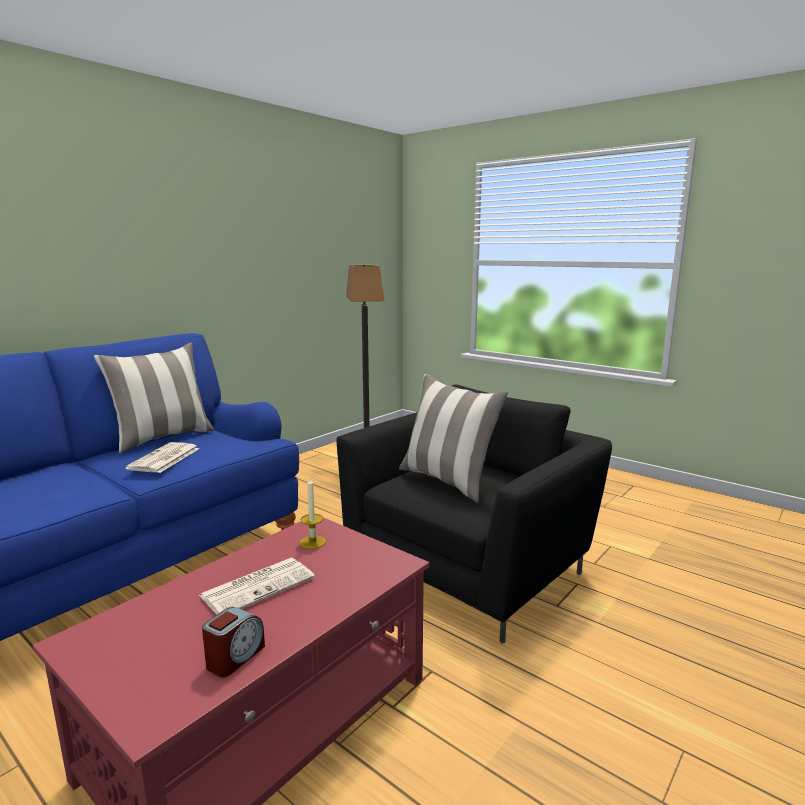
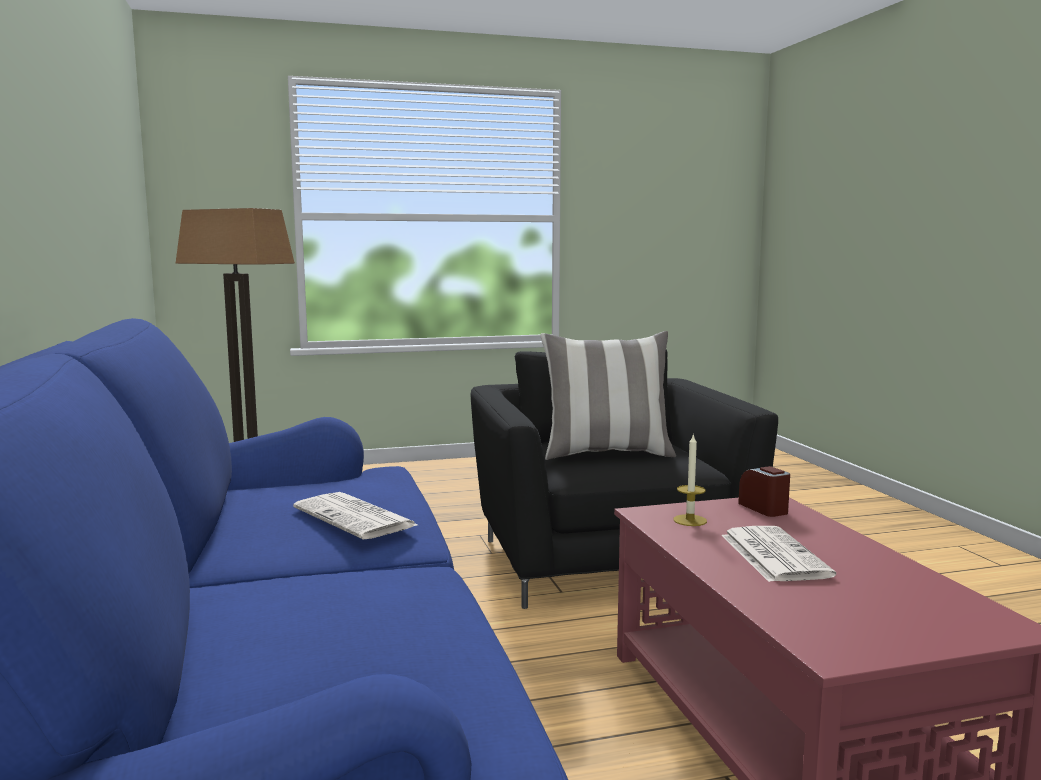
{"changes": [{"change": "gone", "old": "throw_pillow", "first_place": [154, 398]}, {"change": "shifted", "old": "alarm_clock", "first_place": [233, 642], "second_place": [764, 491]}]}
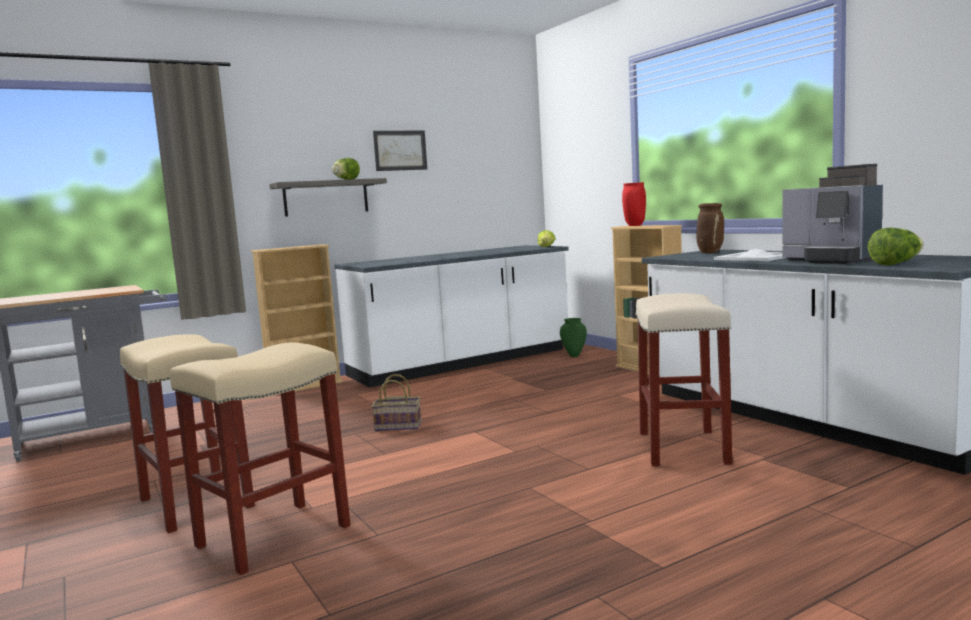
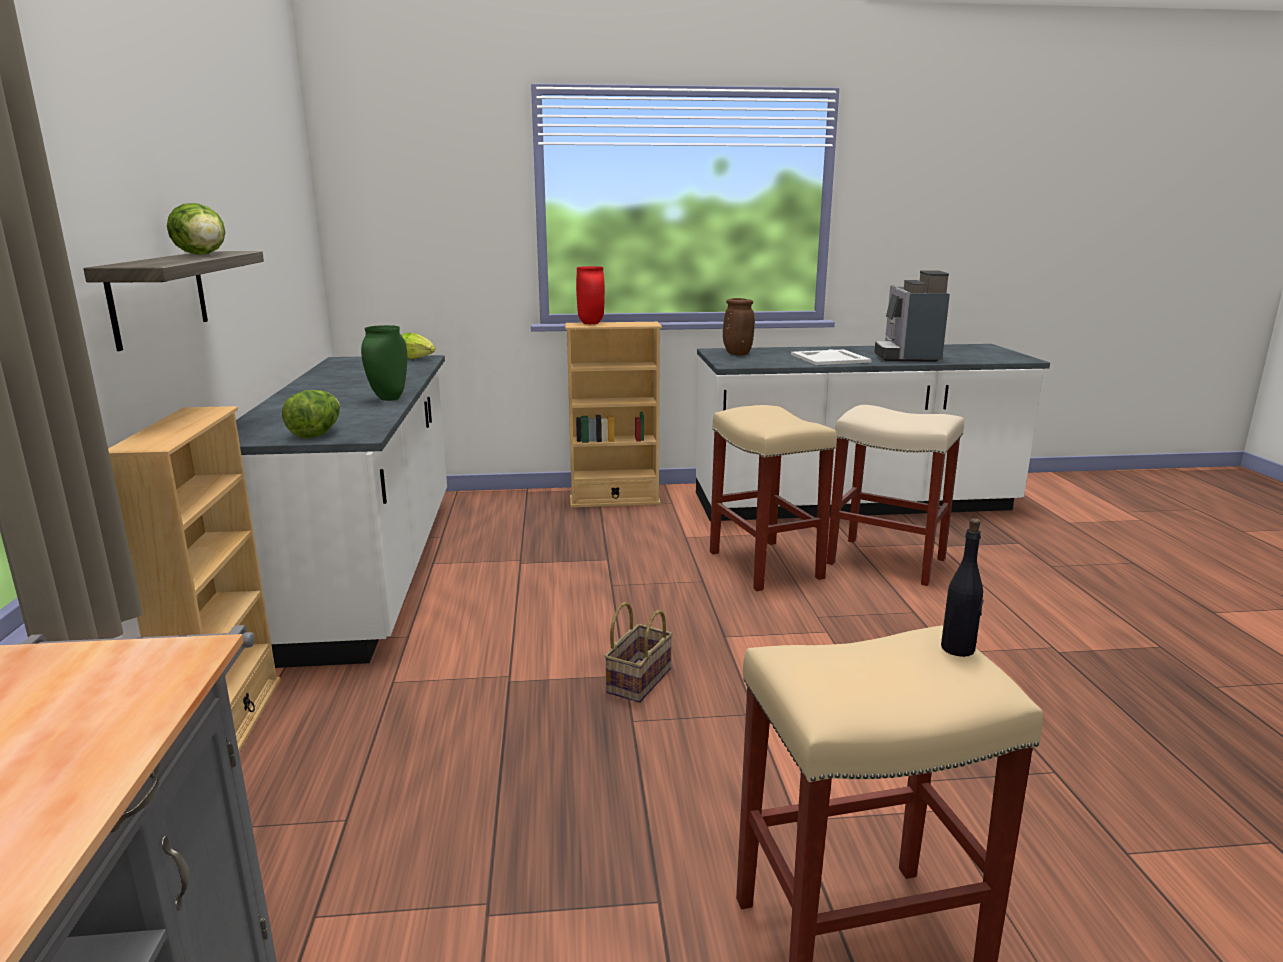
{"changes": [{"change": "gone", "old": "wall_art", "first_place": [400, 151]}, {"change": "rotated", "old": "coffee_machine", "first_place": [832, 214], "second_place": [912, 316], "degrees": 105}, {"change": "shifted", "old": "head_of_lettuce", "first_place": [895, 246], "second_place": [311, 414]}, {"change": "shifted", "old": "green_vase", "first_place": [573, 337], "second_place": [384, 363]}, {"change": "shifted", "old": "beige-coloured_sitting_stool", "first_place": [260, 458], "second_place": [773, 498]}, {"change": "new", "new": "black-coloured_drink_bottle", "second_place": [962, 587]}]}
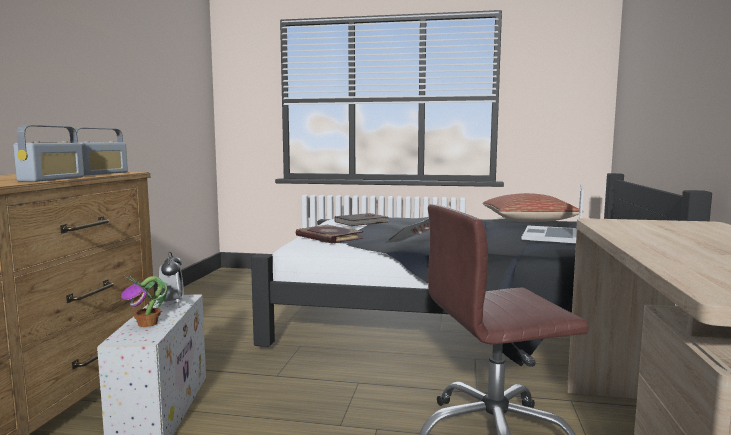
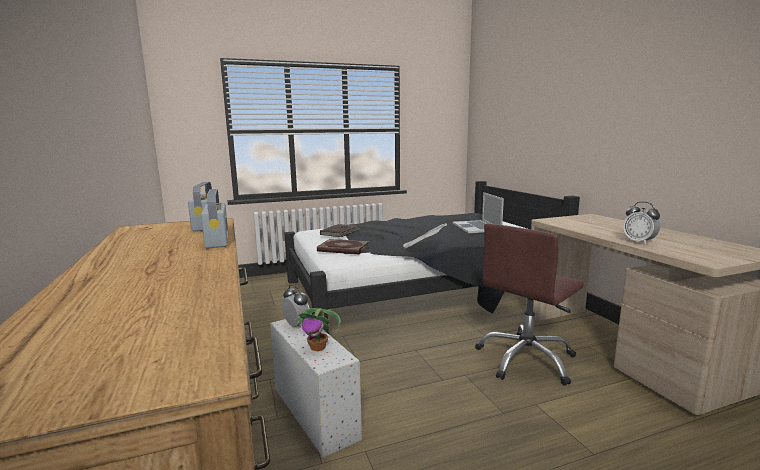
{"changes": [{"change": "gone", "old": "throw_pillow", "first_place": [533, 207]}, {"change": "new", "new": "alarm_clock", "second_place": [641, 223]}]}
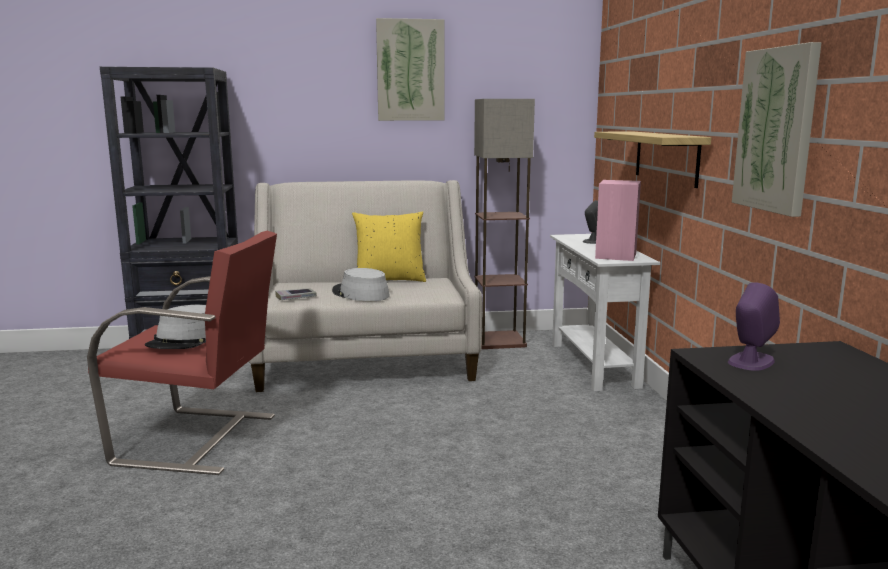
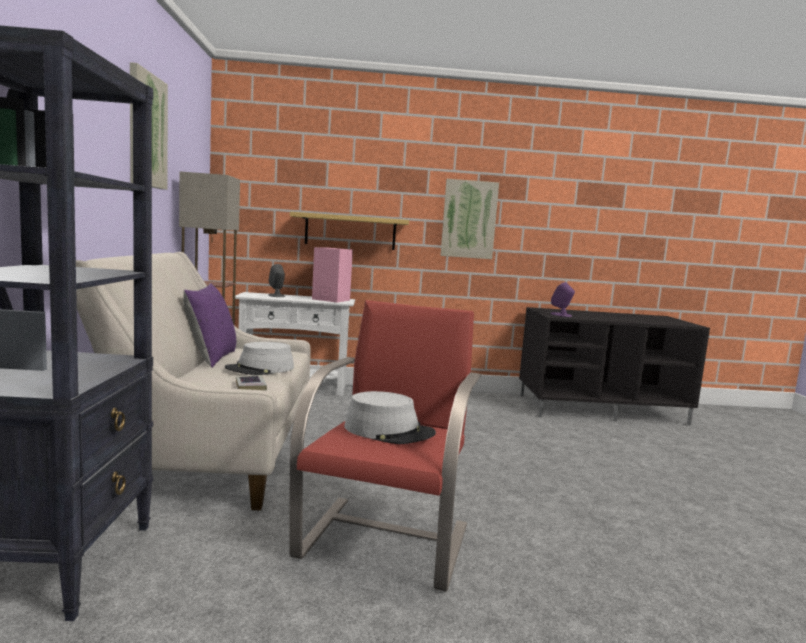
{"changes": [{"change": "repainted", "old": "yellow-coloured_throw_pillow", "new": "purple-coloured_throw_pillow", "first_place": [389, 246], "second_place": [209, 325]}]}
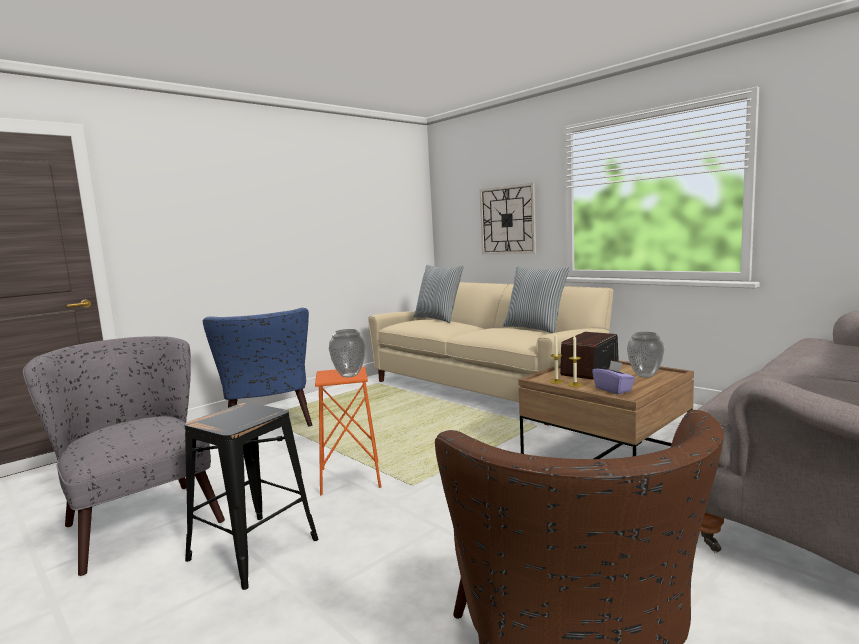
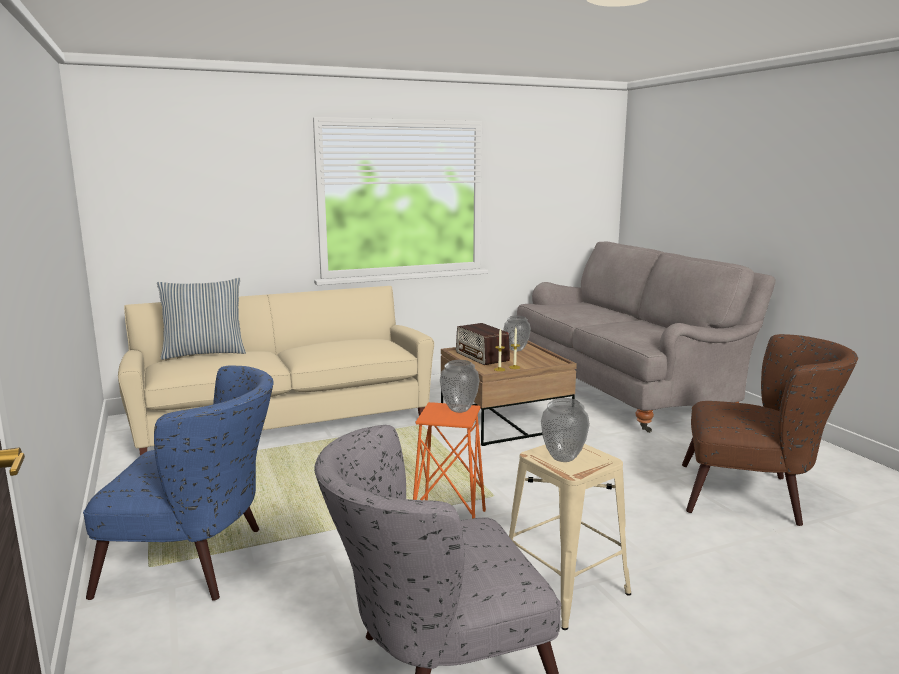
{"changes": [{"change": "gone", "old": "wall_clock", "first_place": [508, 218]}, {"change": "gone", "old": "throw_pillow", "first_place": [536, 299]}, {"change": "gone", "old": "purple-coloured_box_of_tissues", "first_place": [613, 377]}, {"change": "repainted", "old": "black-coloured_sitting_stool", "new": "beige-coloured_sitting_stool", "first_place": [251, 496], "second_place": [570, 537]}, {"change": "new", "new": "vase", "second_place": [565, 430]}]}
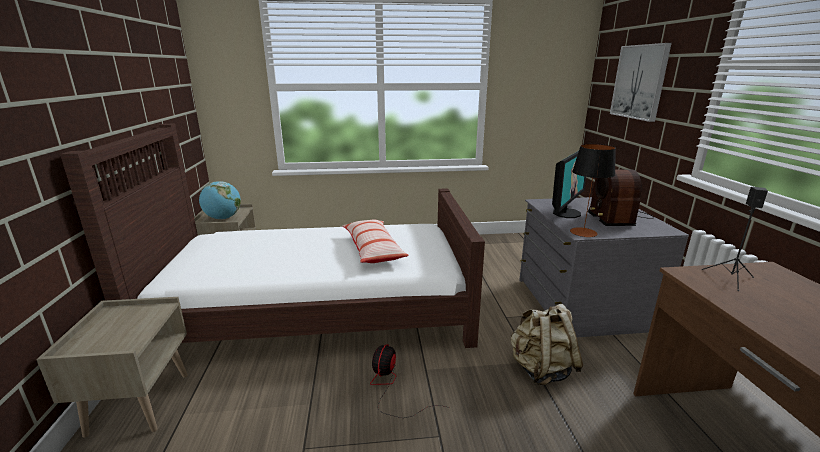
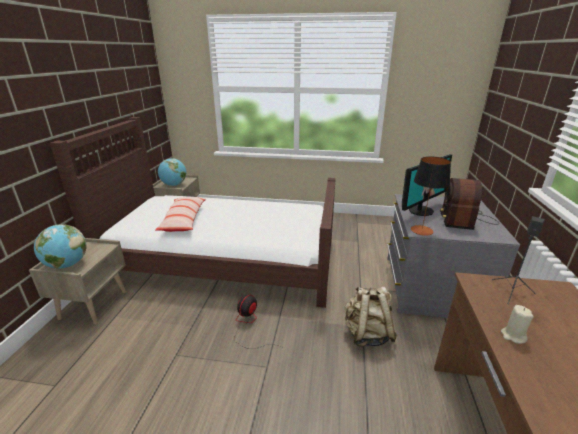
{"changes": [{"change": "gone", "old": "wall_art", "first_place": [641, 82]}, {"change": "shifted", "old": "throw_pillow", "first_place": [376, 241], "second_place": [180, 214]}, {"change": "new", "new": "desk_globe", "second_place": [60, 246]}, {"change": "new", "new": "beige-coloured_candle", "second_place": [517, 324]}]}
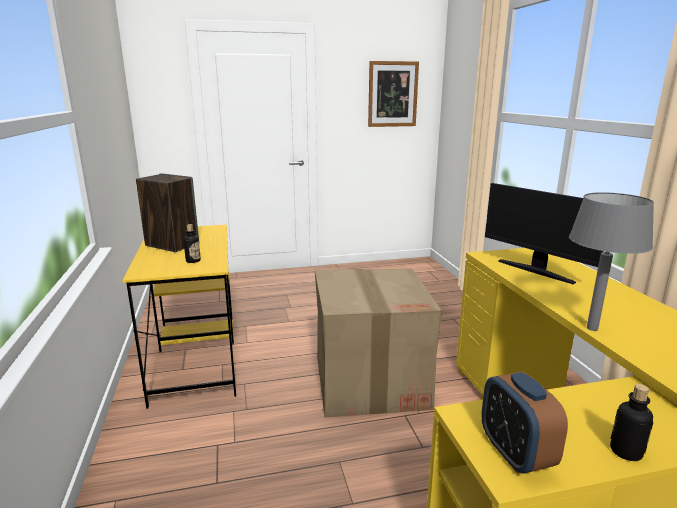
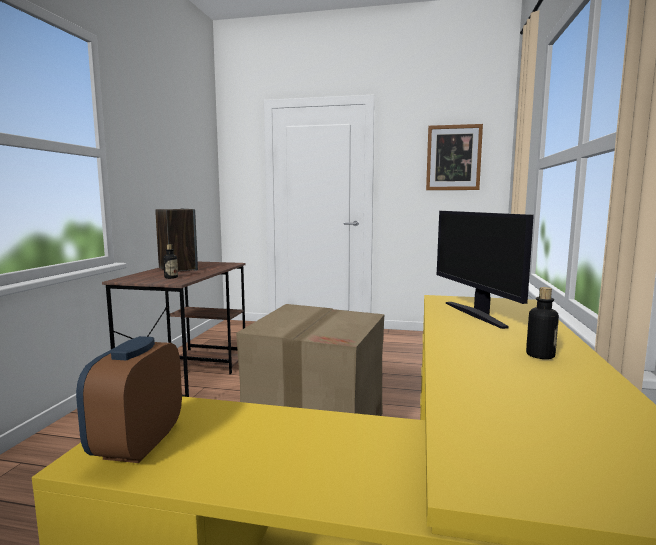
{"changes": [{"change": "gone", "old": "gray_table_lamp", "first_place": [611, 261]}, {"change": "repainted", "old": "yellow-coloured_desk_table", "new": "brown_desk_table", "first_place": [179, 317], "second_place": [174, 329]}, {"change": "shifted", "old": "drink_bottle", "first_place": [631, 422], "second_place": [542, 323]}]}
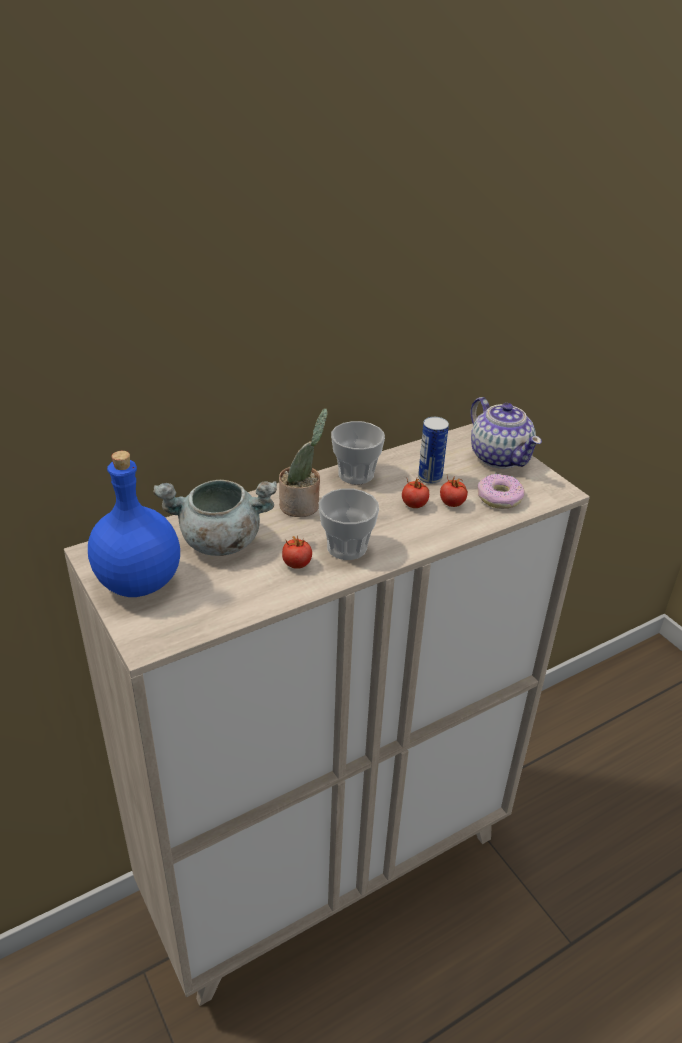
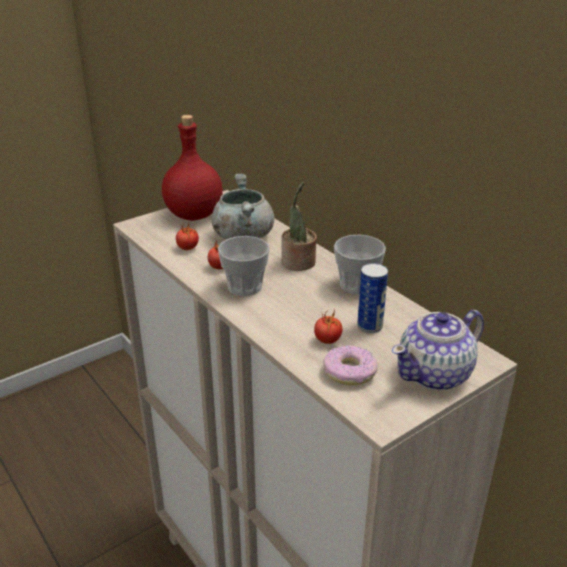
{"changes": [{"change": "repainted", "old": "blue_drink_bottle", "new": "reddish_drink_bottle", "first_place": [134, 524], "second_place": [192, 168]}, {"change": "shifted", "old": "tomato", "first_place": [415, 492], "second_place": [187, 236]}]}
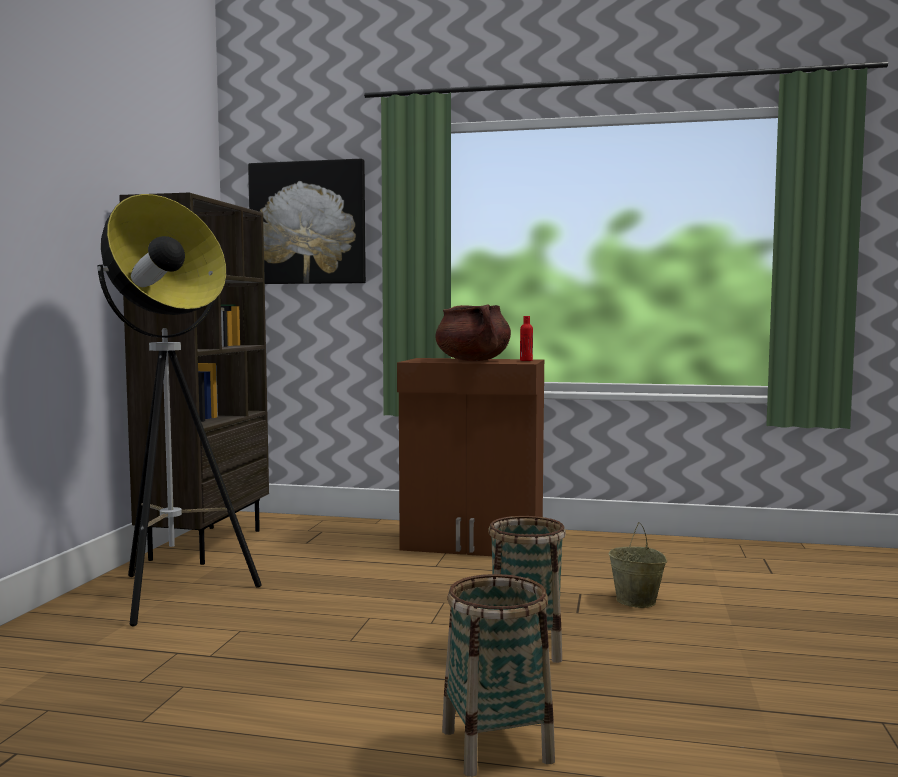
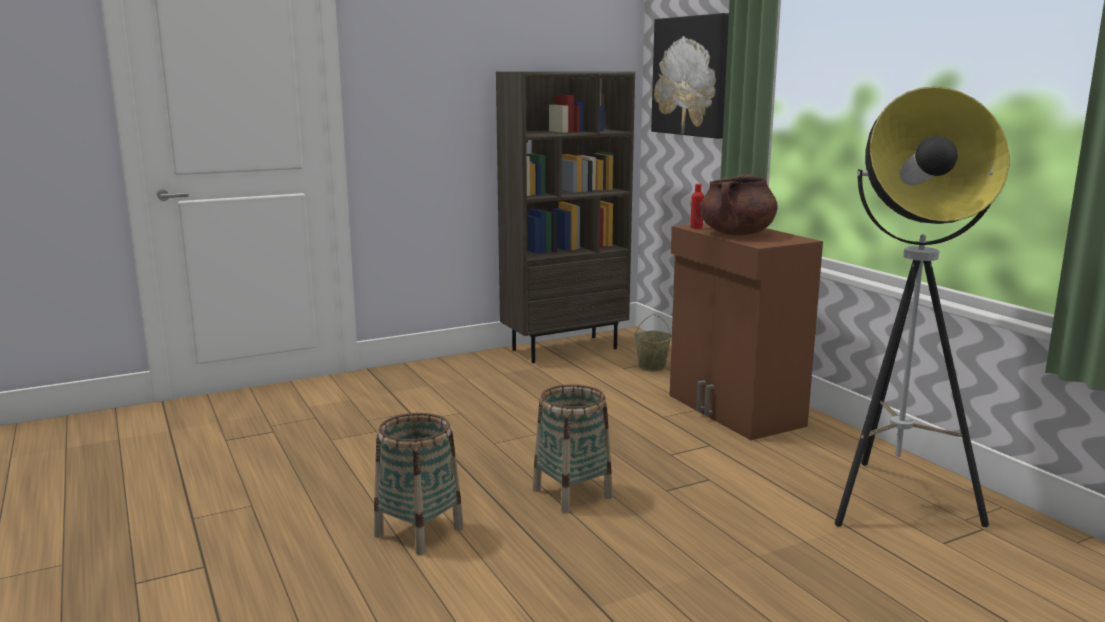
{"changes": [{"change": "shifted", "old": "floor_lamp", "first_place": [179, 410], "second_place": [922, 307]}, {"change": "shifted", "old": "reddish_drink_bottle", "first_place": [526, 338], "second_place": [697, 206]}, {"change": "shifted", "old": "beige-coloured_water_bucket", "first_place": [637, 565], "second_place": [653, 343]}]}
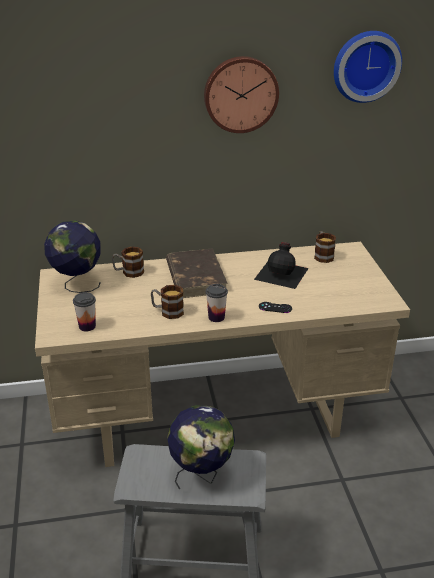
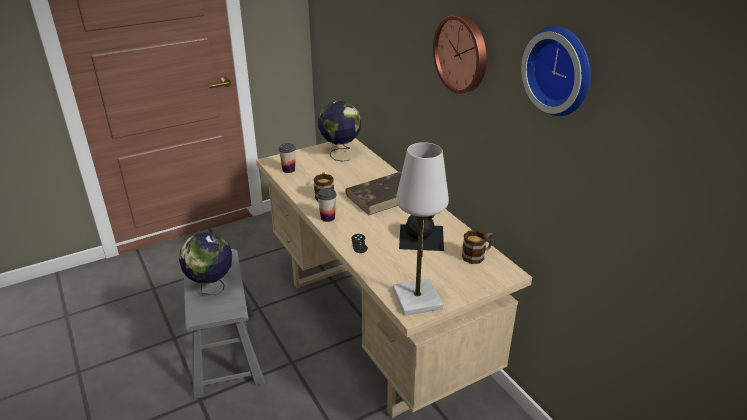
{"changes": [{"change": "gone", "old": "coffee_mug", "first_place": [128, 262]}, {"change": "new", "new": "whitish_table_lamp", "second_place": [421, 229]}]}
